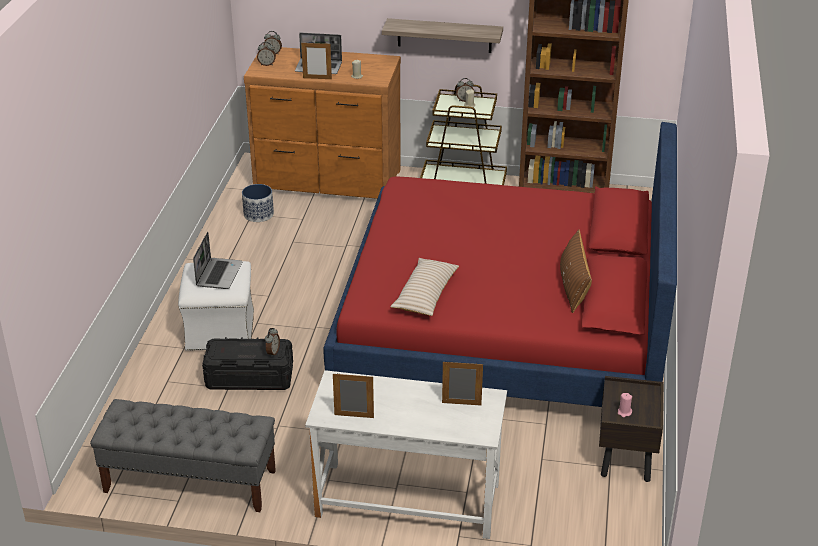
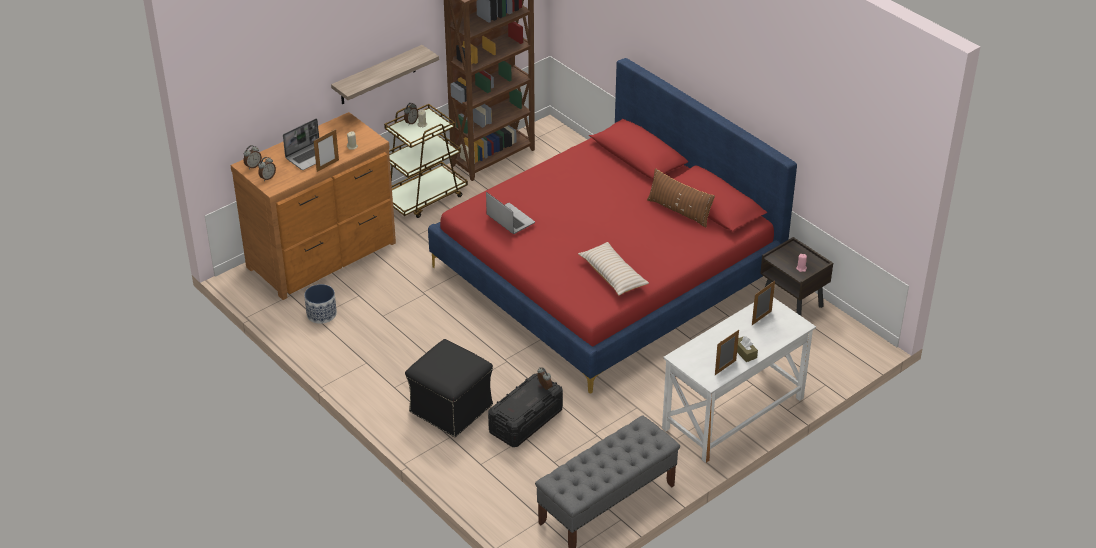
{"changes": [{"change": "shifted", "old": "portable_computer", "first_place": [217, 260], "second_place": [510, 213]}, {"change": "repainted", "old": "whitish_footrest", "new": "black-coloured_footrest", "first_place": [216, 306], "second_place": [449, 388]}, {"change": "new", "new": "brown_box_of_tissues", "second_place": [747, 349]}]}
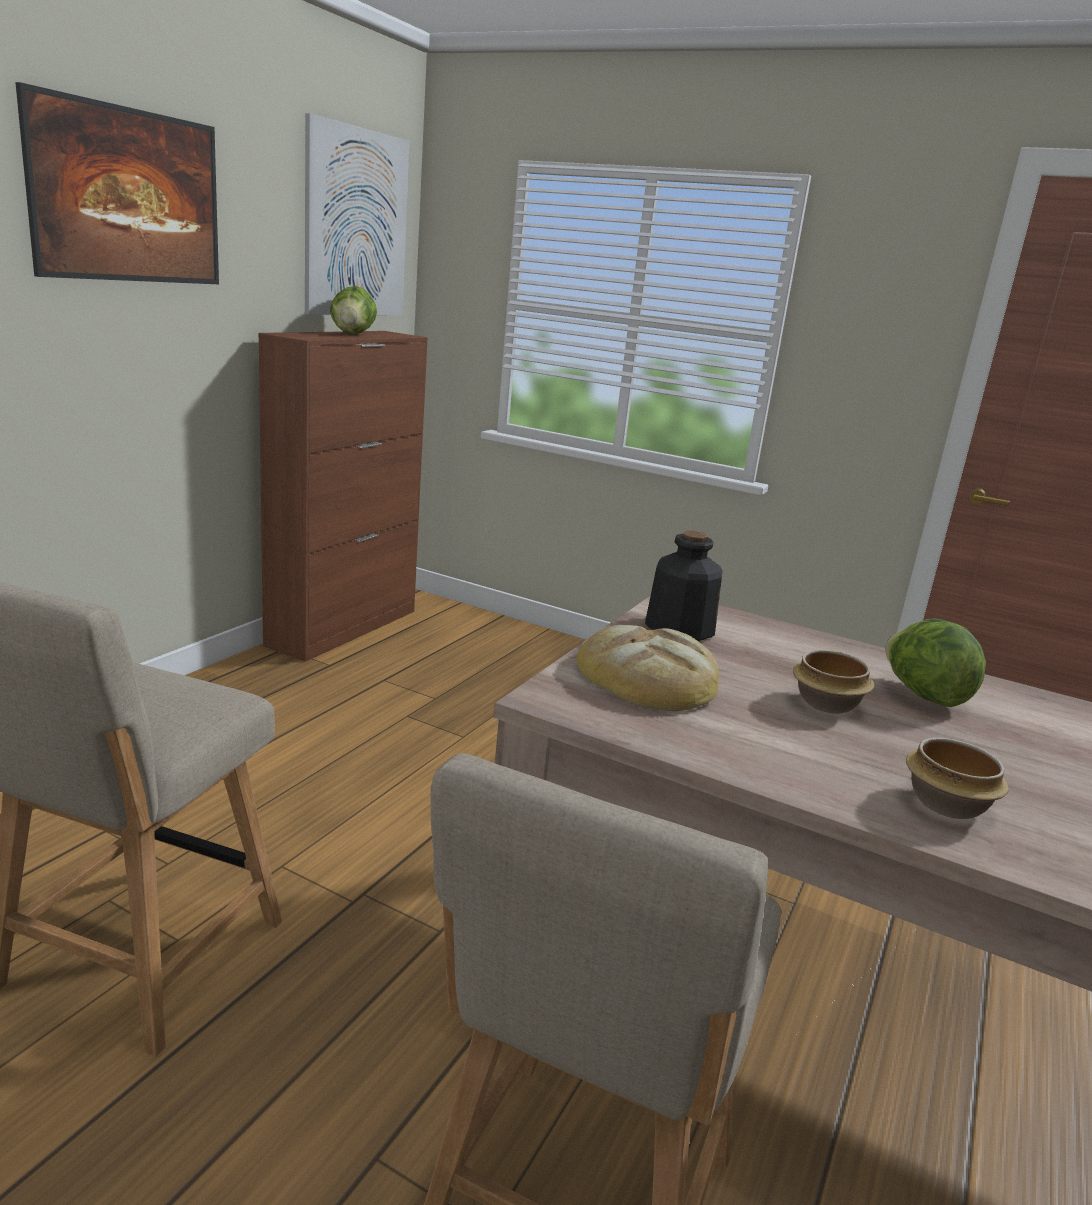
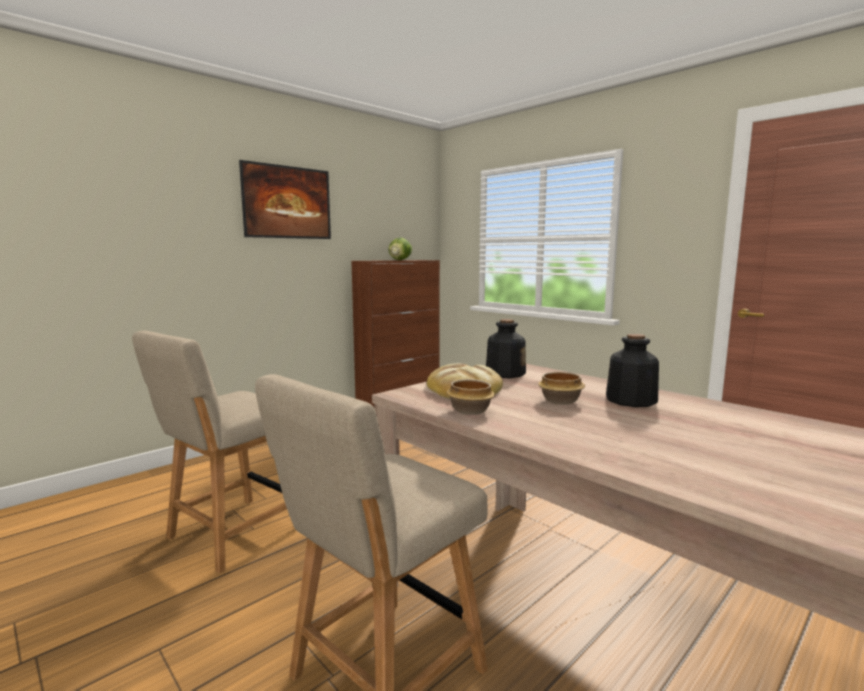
{"changes": [{"change": "gone", "old": "wall_art", "first_place": [357, 214]}, {"change": "swapped", "old": "head_of_lettuce", "new": "drink_bottle", "first_place": [935, 663], "second_place": [632, 370]}, {"change": "shifted", "old": "serving_bowl", "first_place": [957, 778], "second_place": [470, 397]}]}
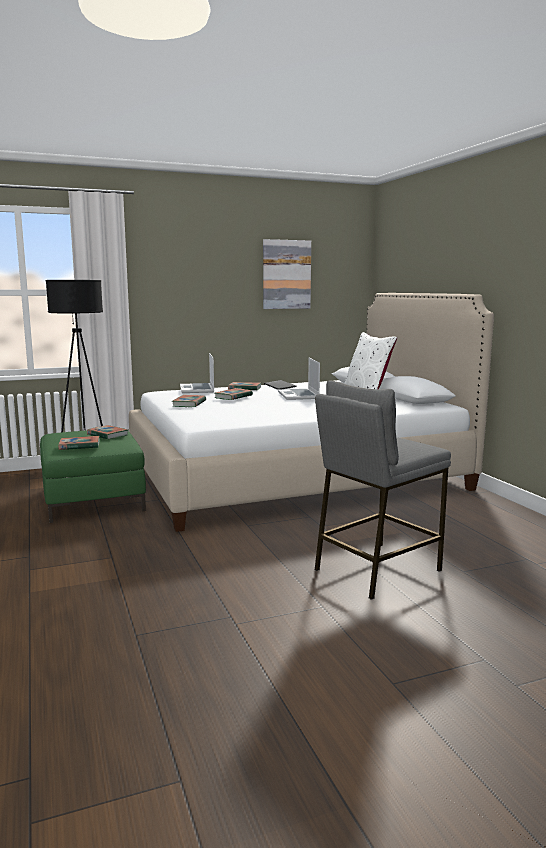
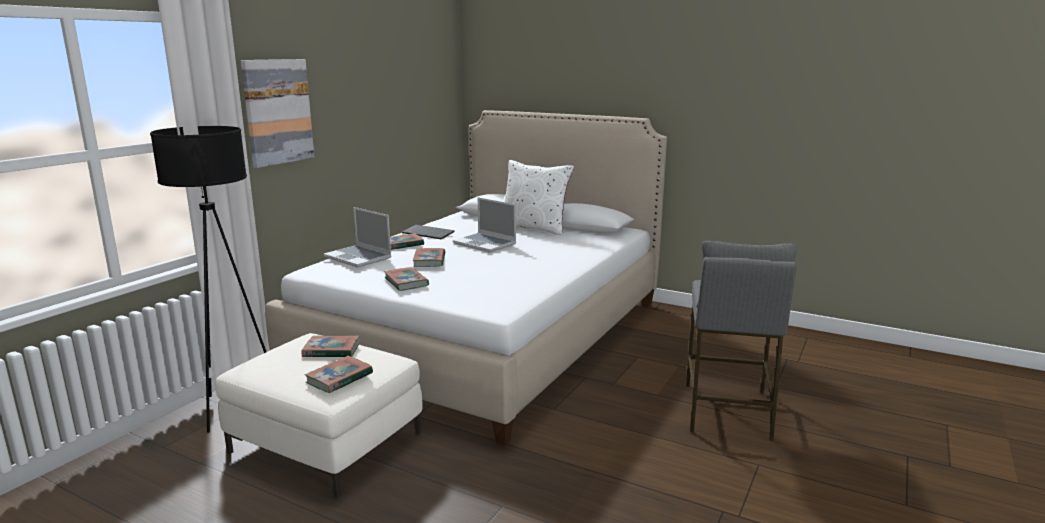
{"changes": [{"change": "shifted", "old": "wall_art", "first_place": [287, 274], "second_place": [278, 113]}, {"change": "repainted", "old": "green_footrest", "new": "whitish_footrest", "first_place": [93, 475], "second_place": [319, 415]}]}
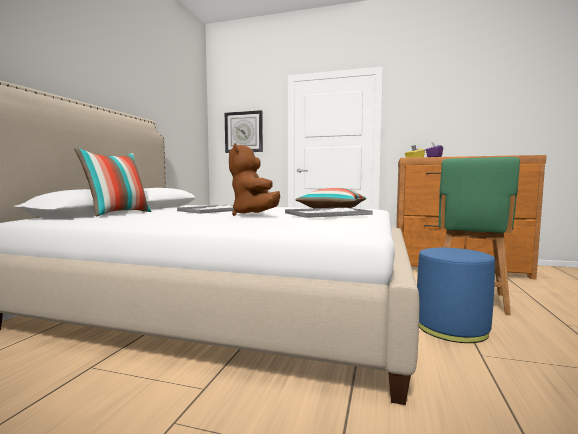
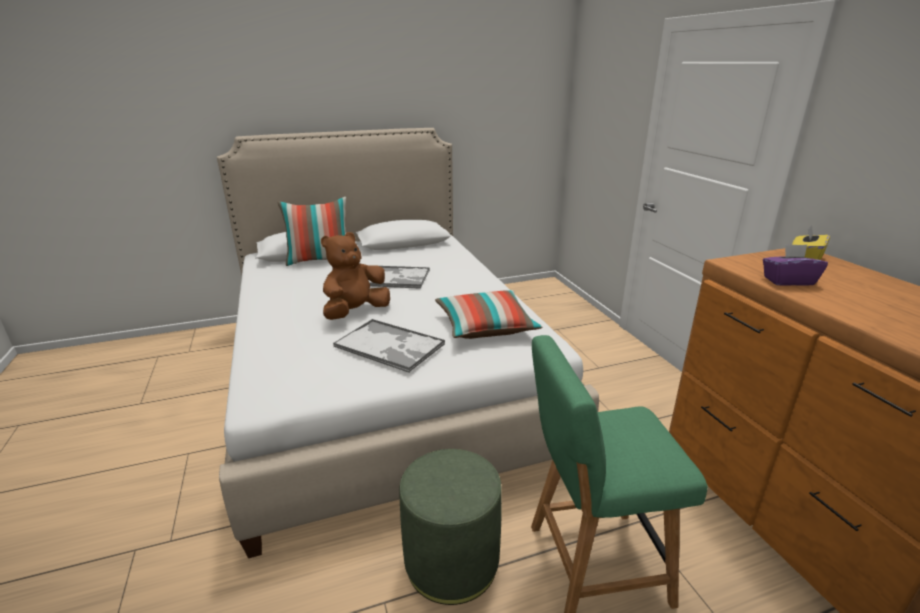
{"changes": [{"change": "gone", "old": "wall_clock", "first_place": [244, 131]}, {"change": "repainted", "old": "blue_footrest", "new": "green_footrest", "first_place": [456, 295], "second_place": [450, 527]}]}
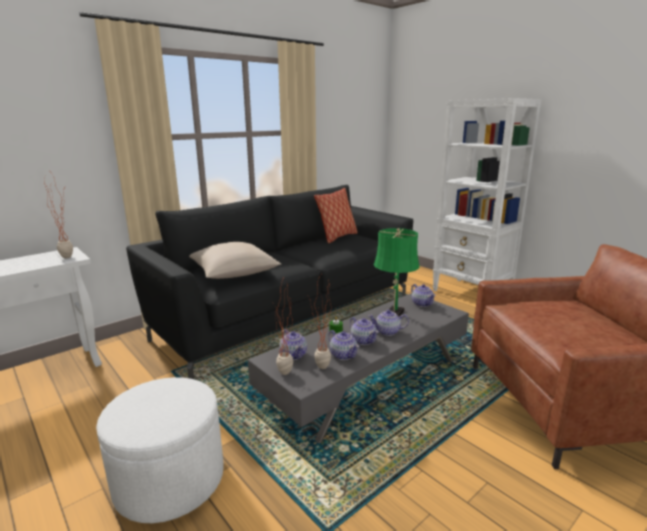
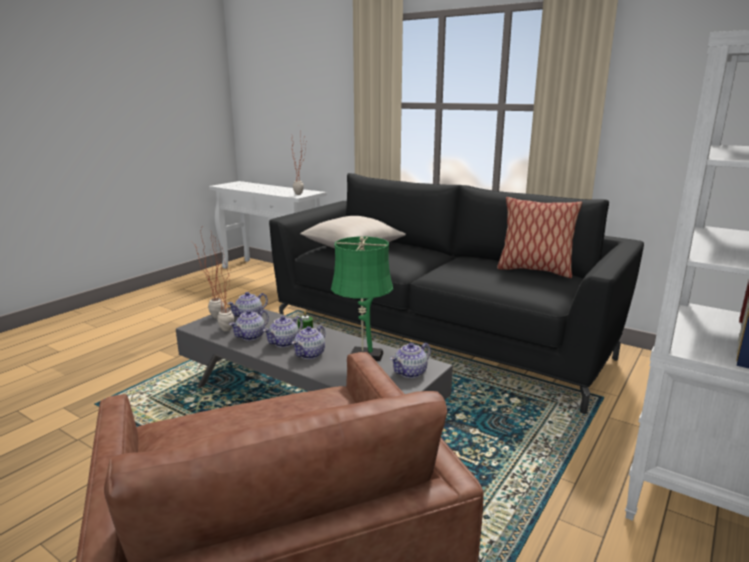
{"changes": [{"change": "rotated", "old": "teapot", "first_place": [388, 323], "second_place": [308, 342], "degrees": -135}, {"change": "gone", "old": "whitish_footrest", "first_place": [160, 450]}]}
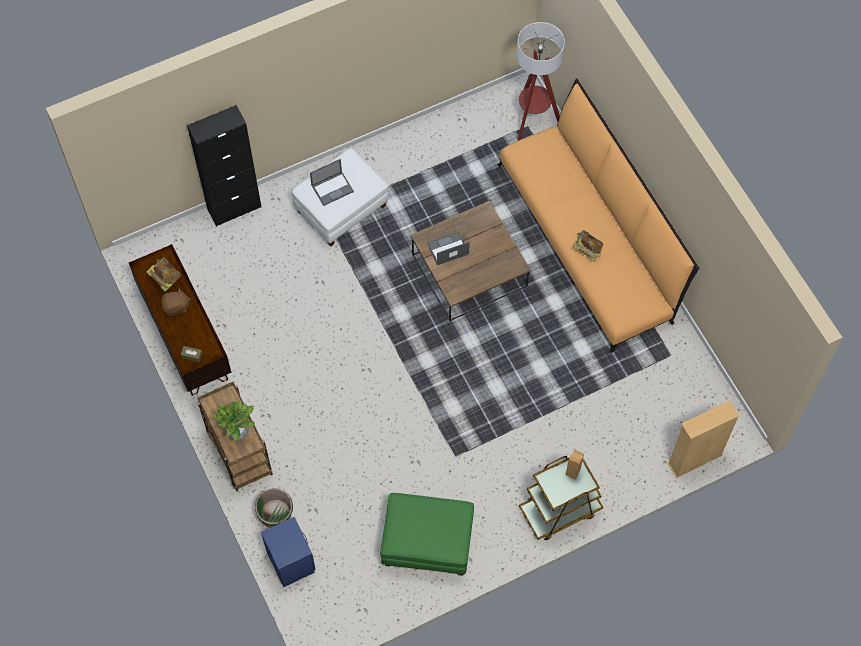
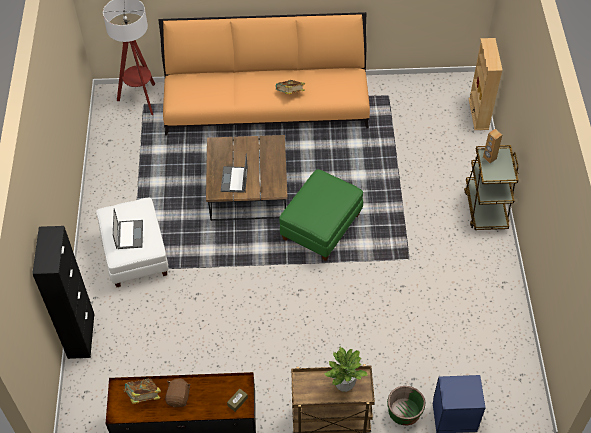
{"changes": [{"change": "shifted", "old": "green_footrest", "first_place": [427, 534], "second_place": [321, 215]}]}
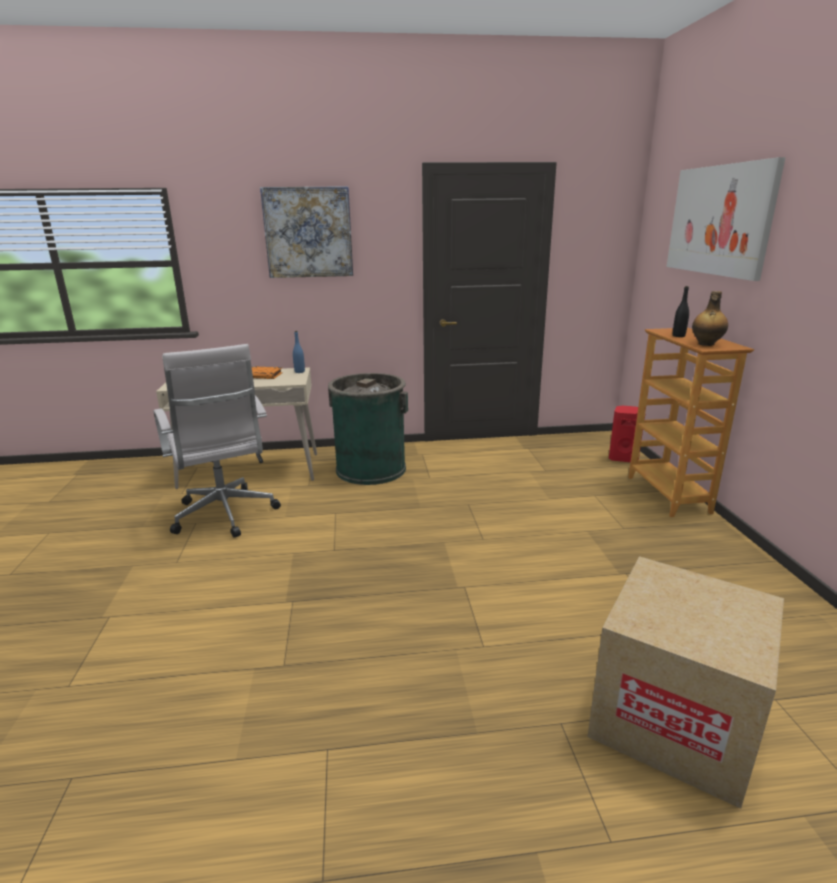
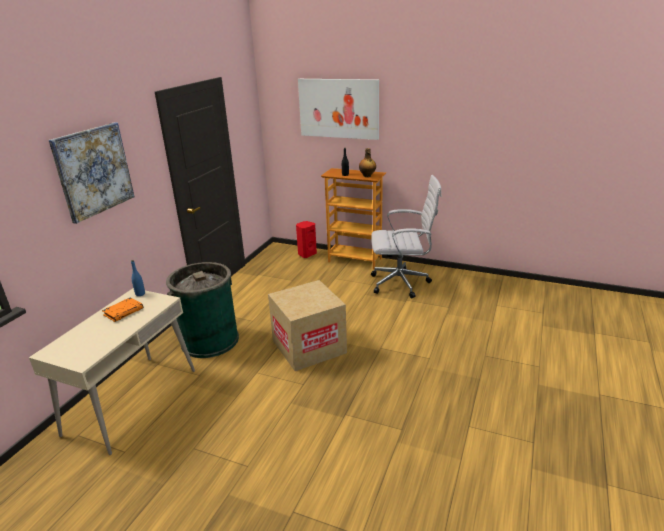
{"changes": [{"change": "shifted", "old": "whitish_office_chair", "first_place": [217, 441], "second_place": [406, 236]}, {"change": "shifted", "old": "cardboard_box", "first_place": [685, 682], "second_place": [307, 325]}]}
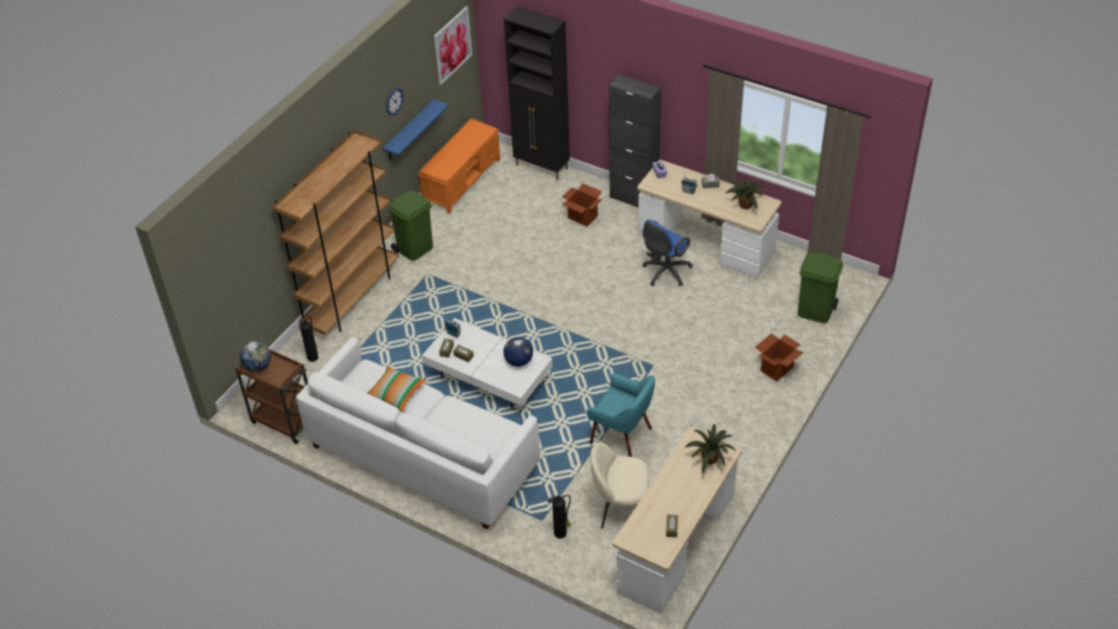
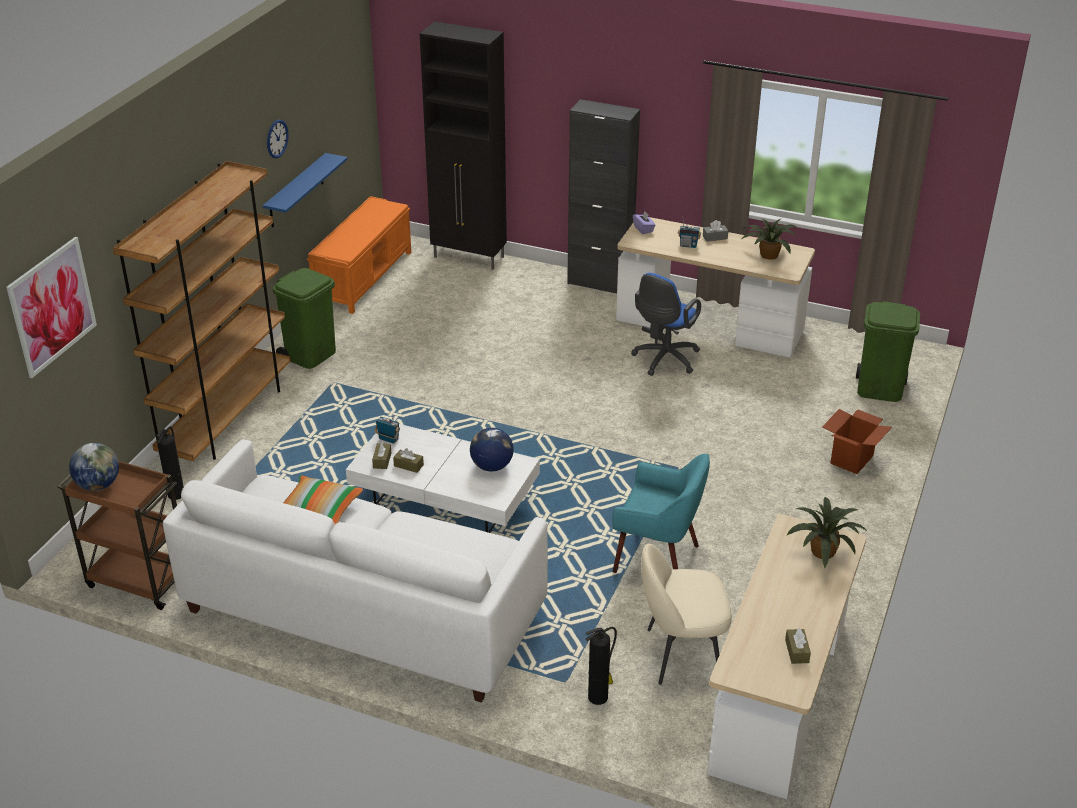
{"changes": [{"change": "shifted", "old": "wall_art", "first_place": [453, 45], "second_place": [51, 307]}, {"change": "gone", "old": "cardboard_box", "first_place": [582, 205]}]}
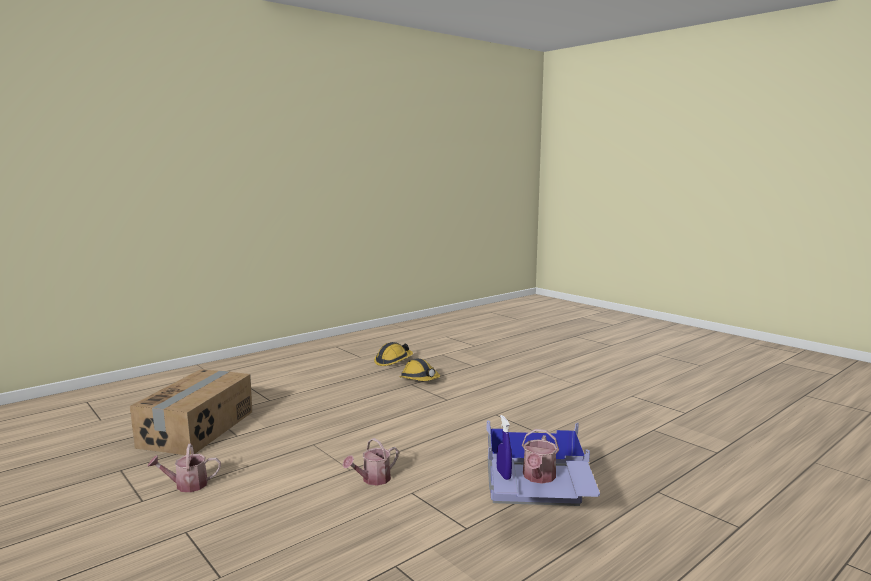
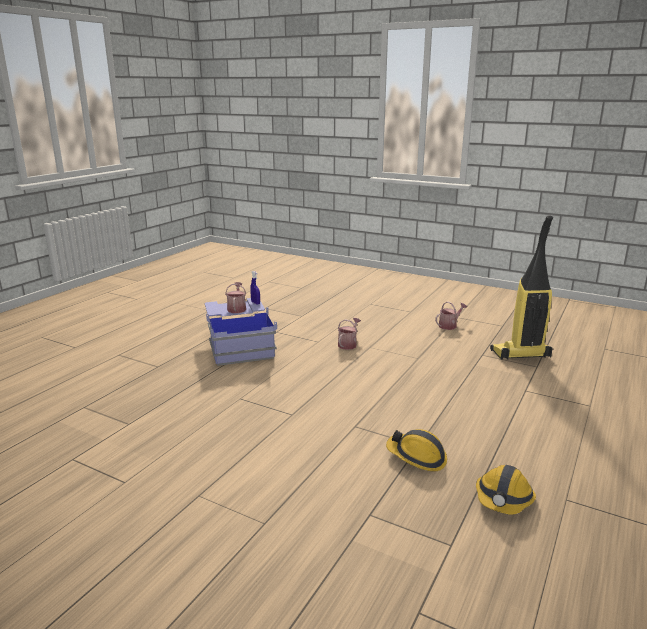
{"changes": [{"change": "swapped", "old": "cardboard_box", "new": "vacuum_cleaner", "first_place": [191, 412], "second_place": [521, 287]}]}
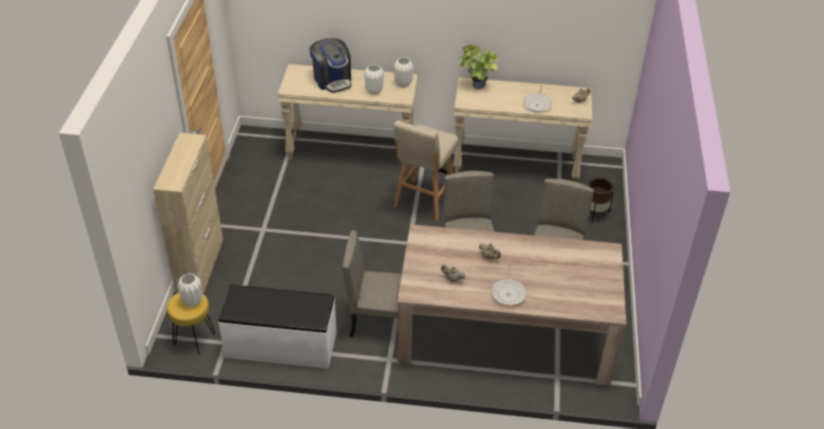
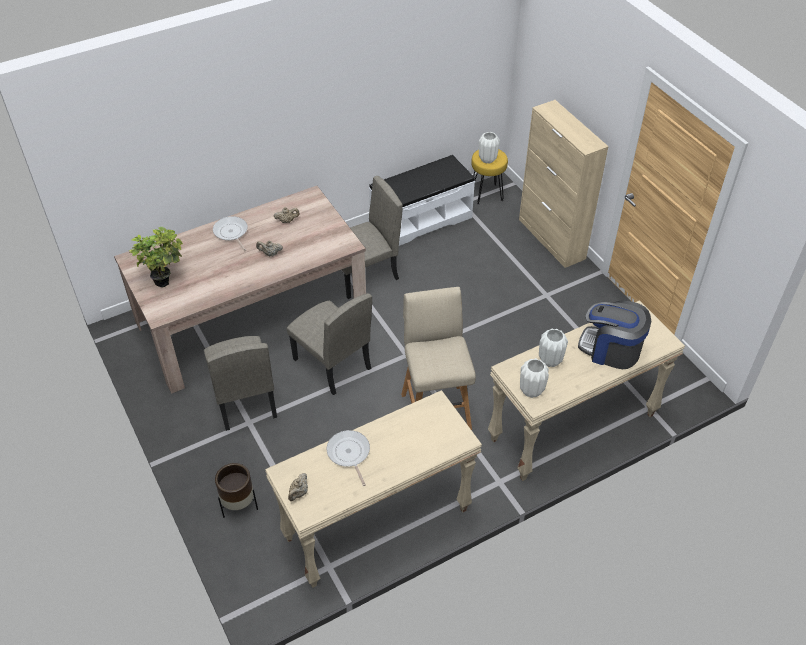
{"changes": [{"change": "shifted", "old": "plant_in_a_pot", "first_place": [479, 66], "second_place": [156, 257]}]}
